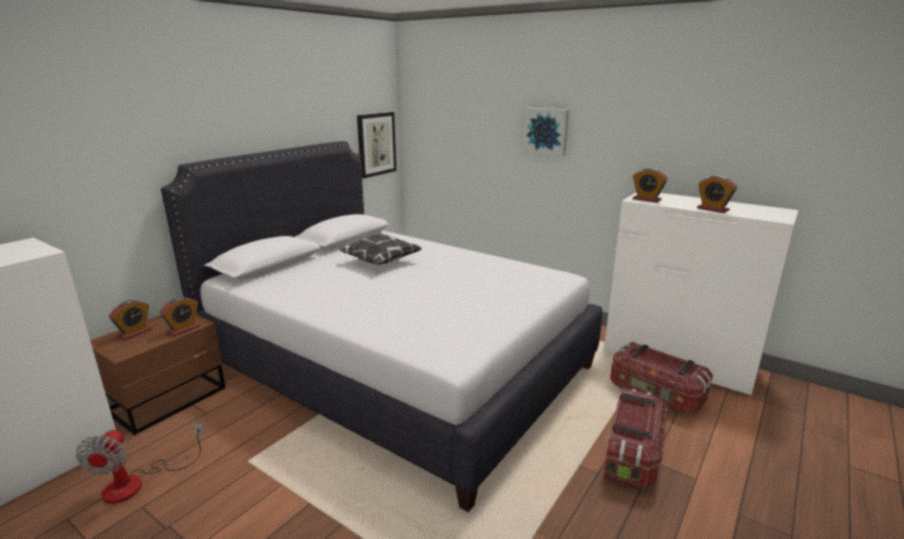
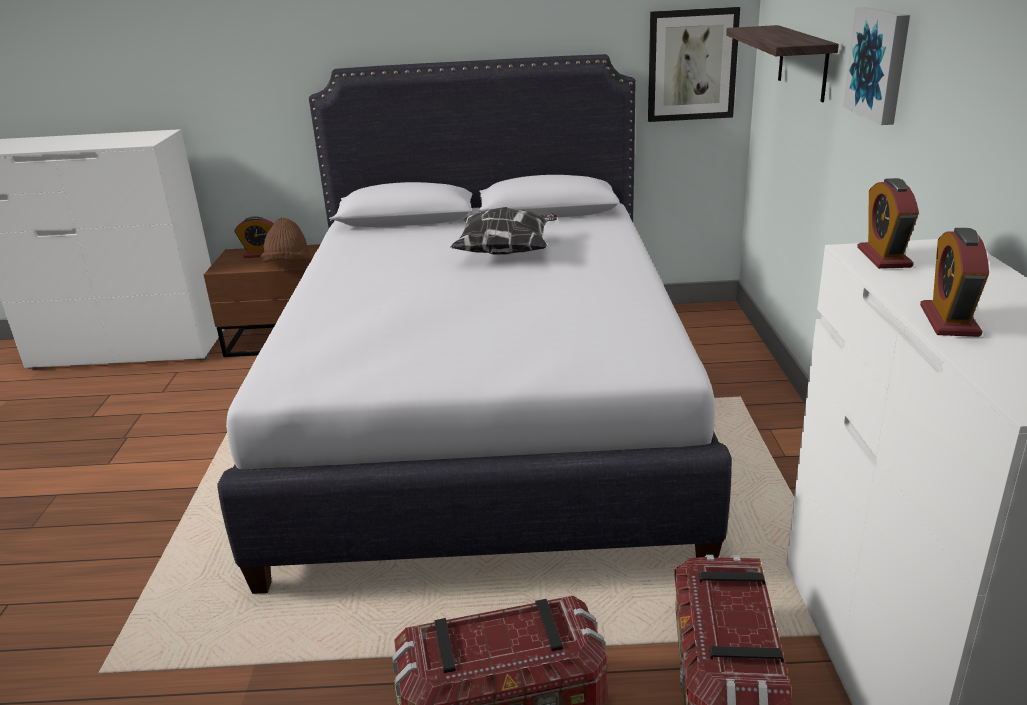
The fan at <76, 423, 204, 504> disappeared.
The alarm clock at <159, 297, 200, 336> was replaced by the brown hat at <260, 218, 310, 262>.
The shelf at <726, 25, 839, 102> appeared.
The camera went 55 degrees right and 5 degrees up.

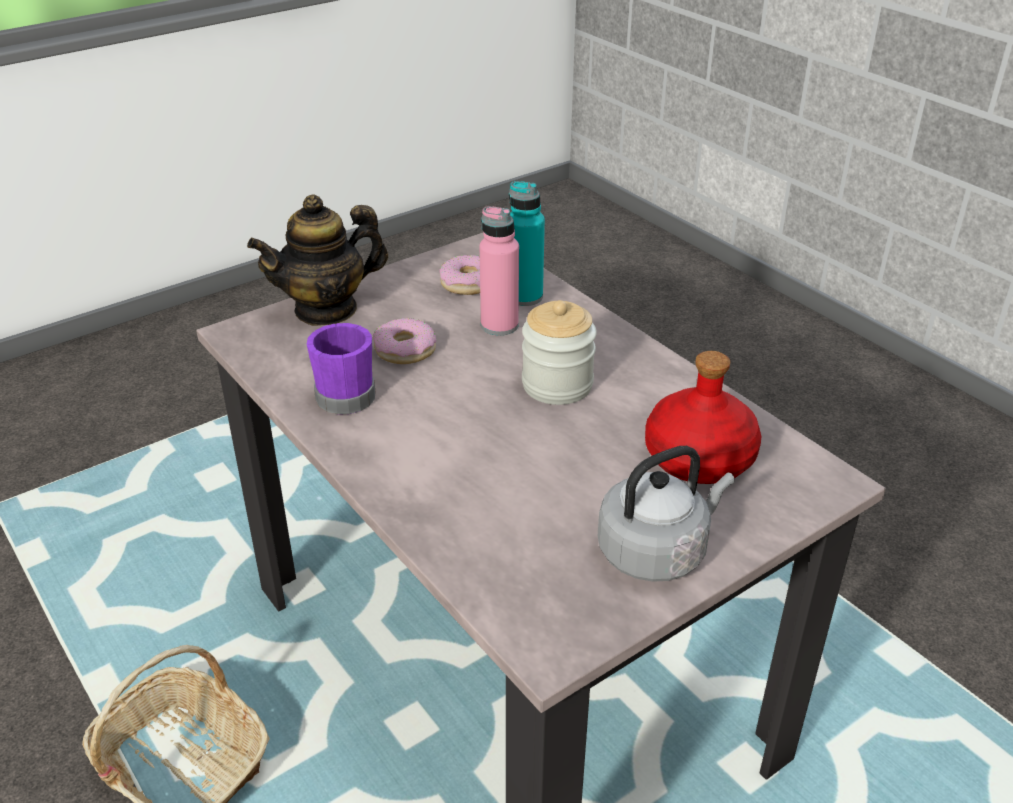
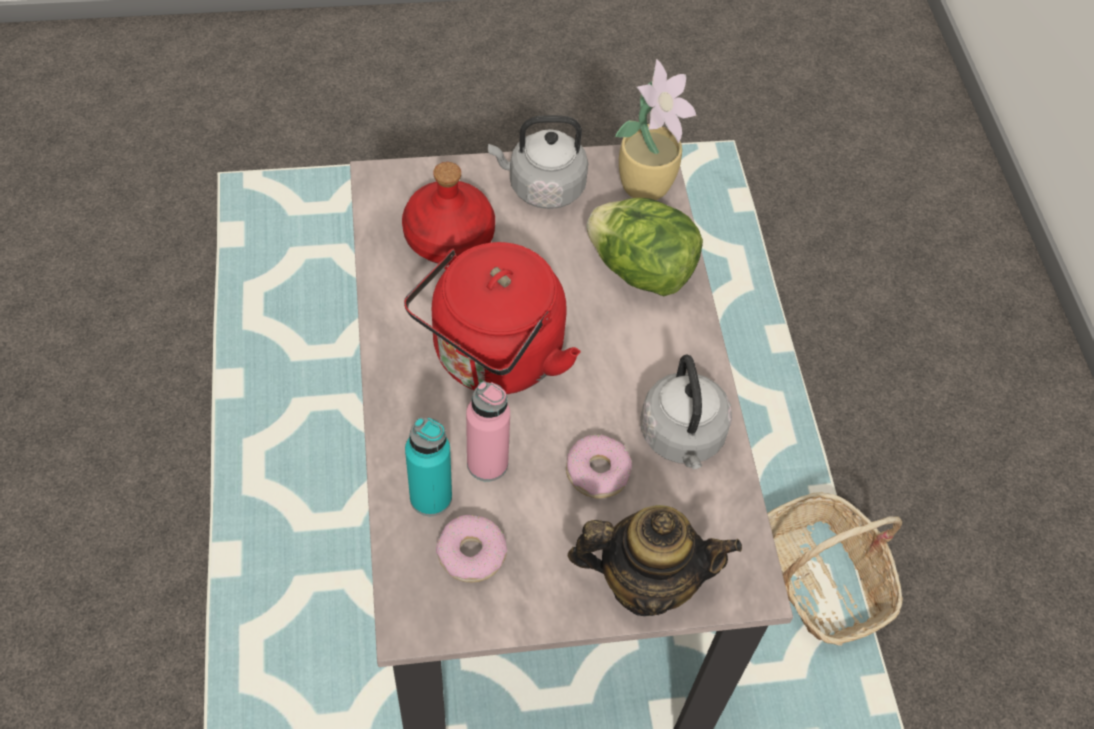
The purple mug at <307, 323, 375, 415> was replaced by the grey kettle at <641, 355, 732, 469>.
The jar at <522, 300, 597, 405> was replaced by the red kettle at <404, 242, 581, 394>.
The lettuce at <586, 198, 703, 296> appeared.
The potted plant at <615, 59, 697, 200> appeared.
The camera went 155 degrees left and 20 degrees up.

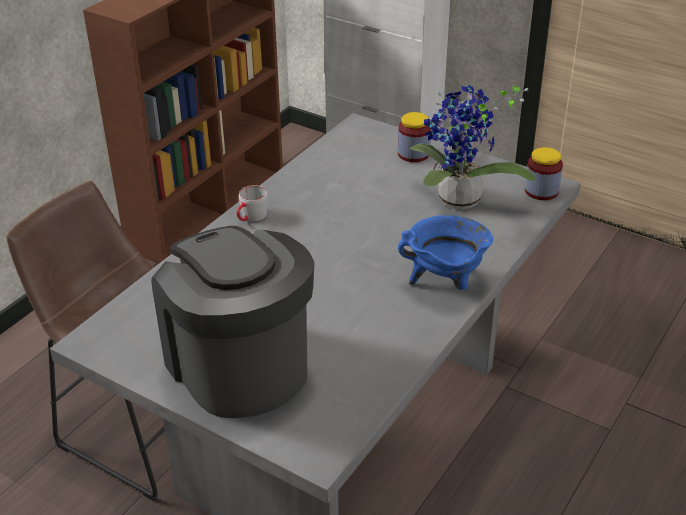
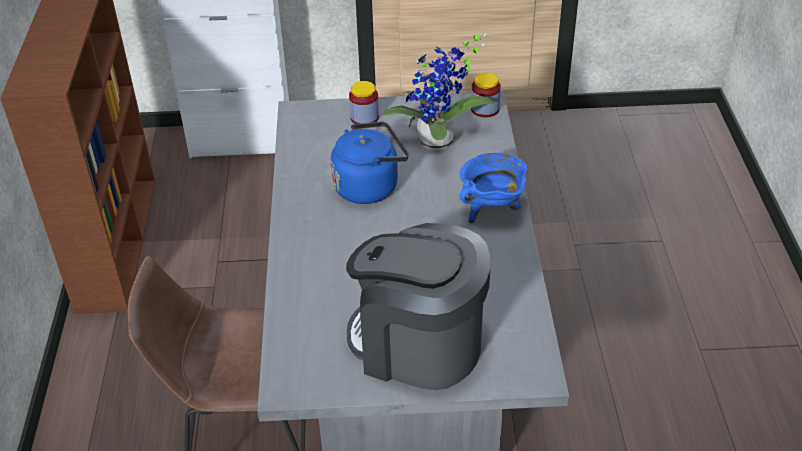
The grey mug at <237, 185, 268, 222> disappeared.
The blue kettle at <331, 121, 409, 204> appeared.
The camera went 35 degrees left and 5 degrees up.

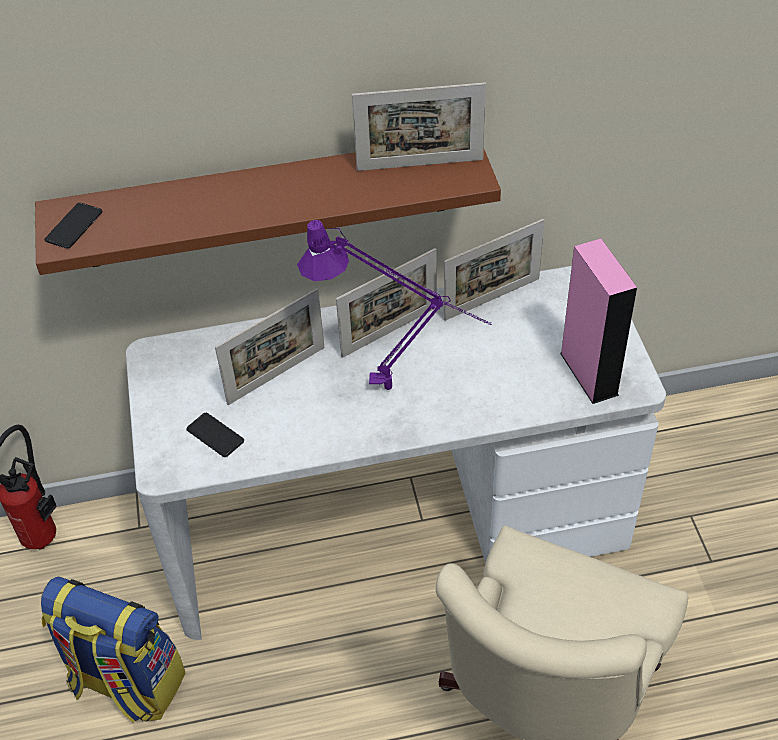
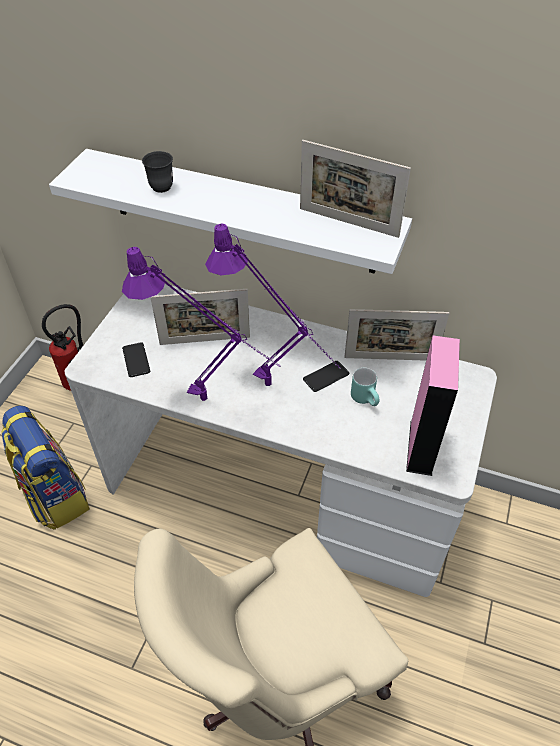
The brown shelf at <35, 150, 501, 275> became the white shelf at <49, 149, 412, 274>.
The phone moved from <44, 203, 103, 248> to <303, 361, 349, 392>.
The picture frame at <336, 248, 436, 358> disappeared.
The purple table lamp at <122, 247, 281, 401> appeared.
The grey mug at <142, 151, 173, 193> appeared.
The turquoise mug at <351, 368, 379, 406> appeared.
The camera went 30 degrees right and 0 degrees up.

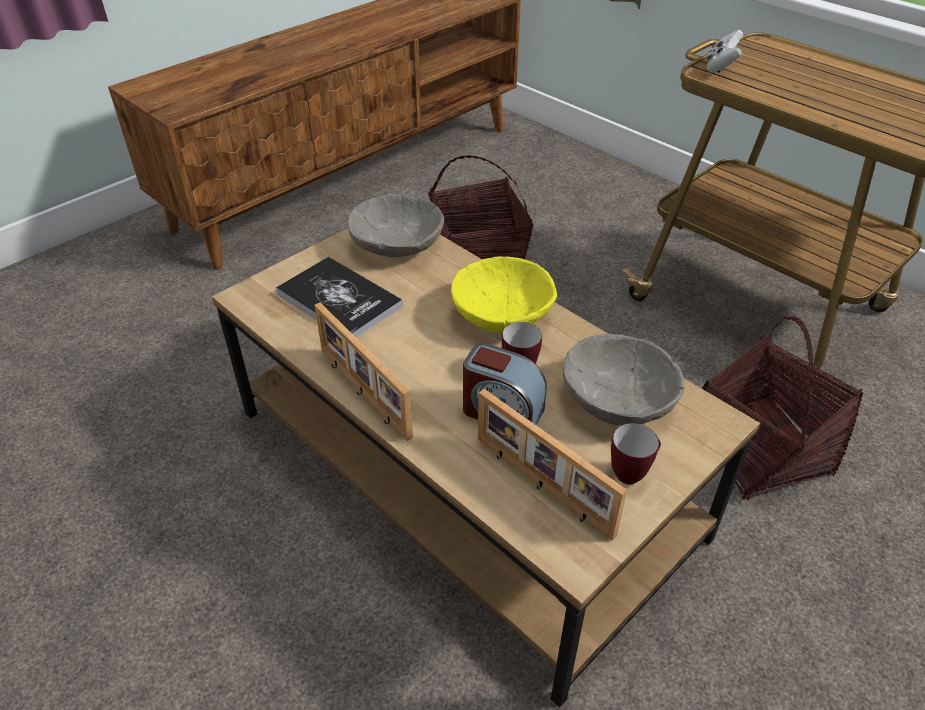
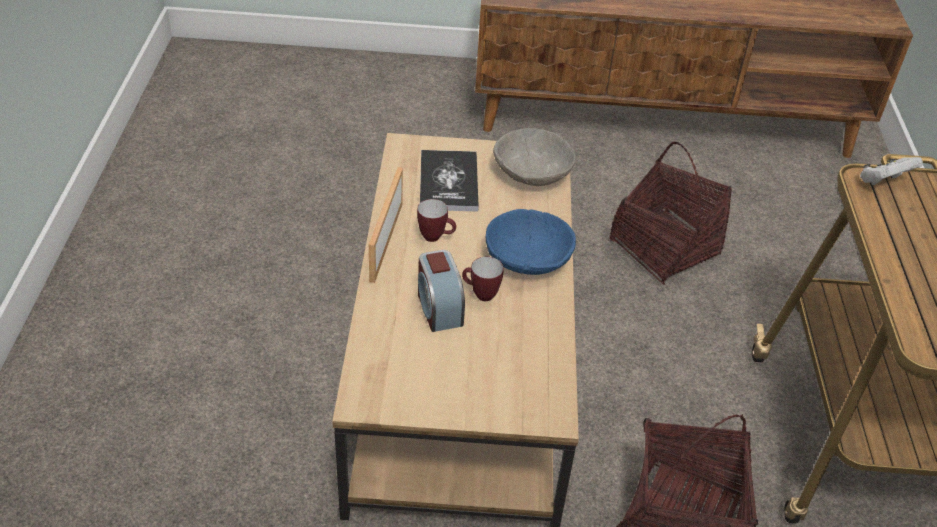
The yellow bowl at <451, 257, 557, 333> became the blue bowl at <486, 209, 576, 275>.
The picture frame at <478, 389, 627, 541> disappeared.
The grey bowl at <563, 334, 685, 426> disappeared.
The mug moved from <611, 423, 661, 484> to <417, 199, 456, 242>.
The camera went 45 degrees right and 0 degrees up.

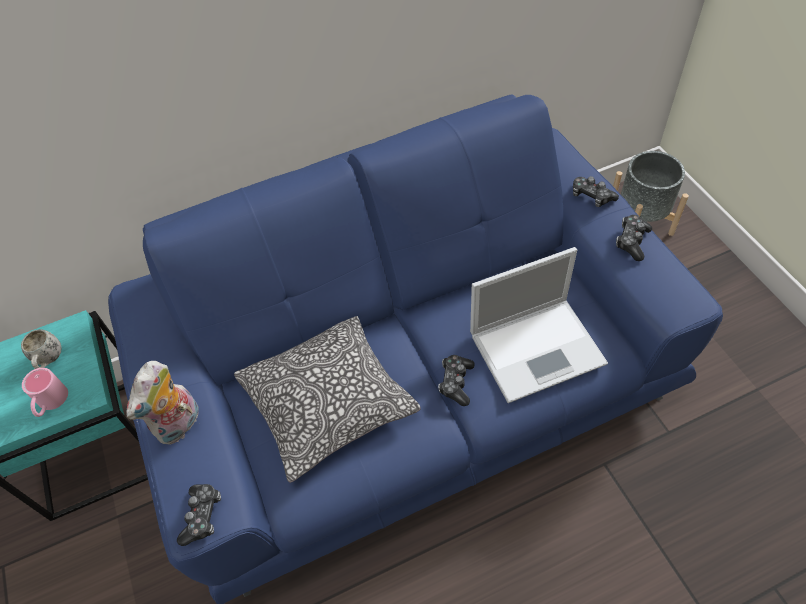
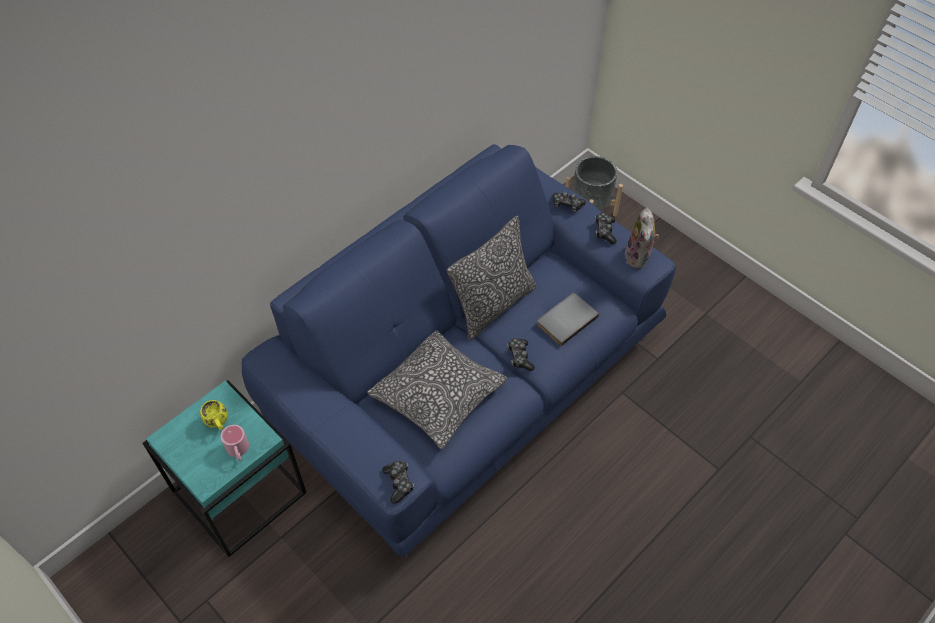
The white mug at <21, 329, 62, 369> became the yellow mug at <200, 400, 228, 430>.
The plush toy moved from <126, 361, 199, 445> to <624, 208, 659, 268>.
The laptop at <470, 247, 608, 403> was replaced by the grey book at <537, 293, 599, 346>.
The pillow at <447, 216, 536, 341> appeared.
The camera went 25 degrees left and 0 degrees up.

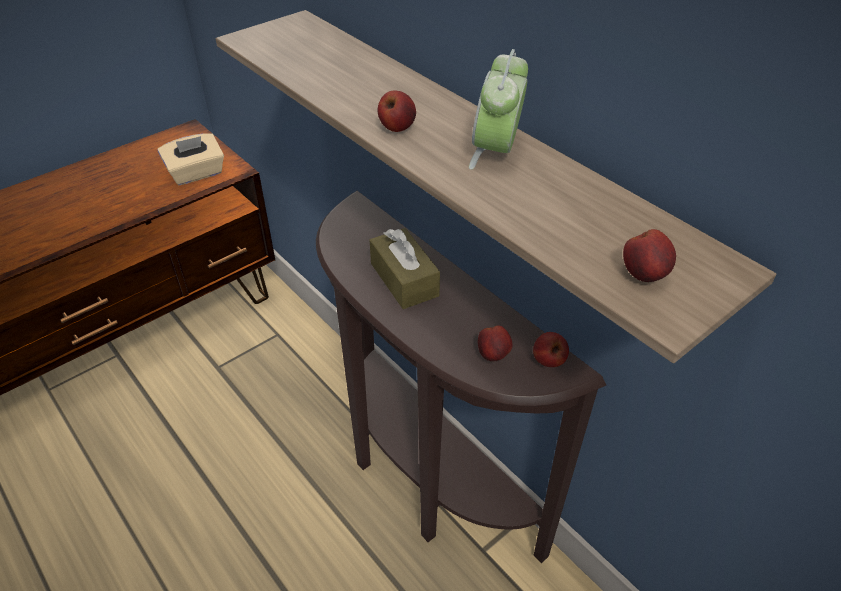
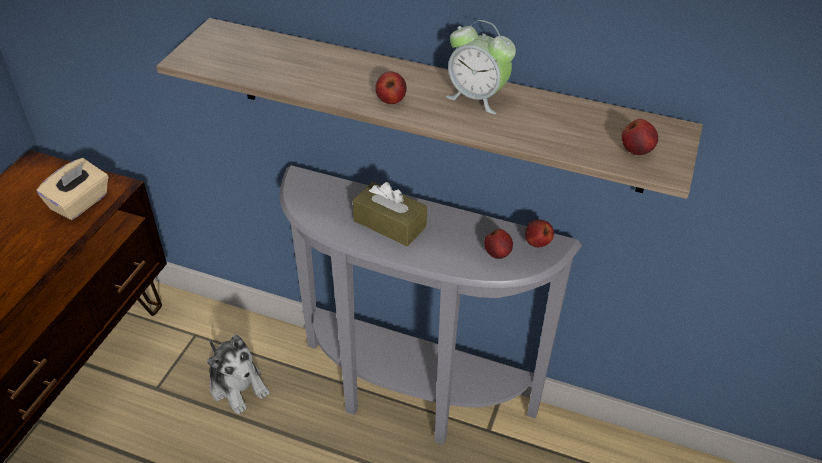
The brown console table at <316, 191, 606, 563> became the grey console table at <279, 165, 582, 445>.
The alarm clock at <469, 49, 528, 170> turned 45 degrees counterclockwise.
The plush toy at <207, 335, 270, 414> appeared.
The camera went 30 degrees left and 0 degrees up.

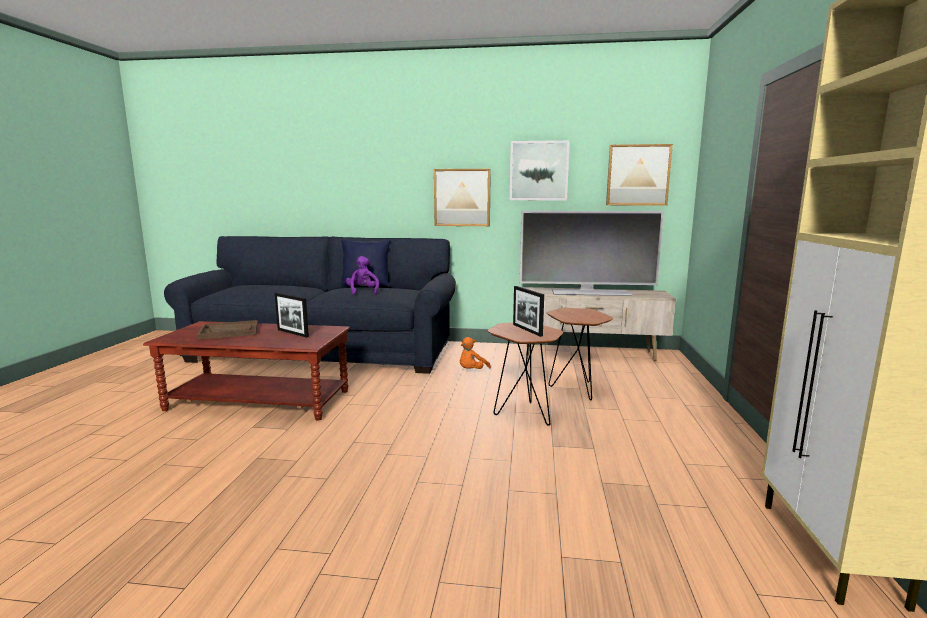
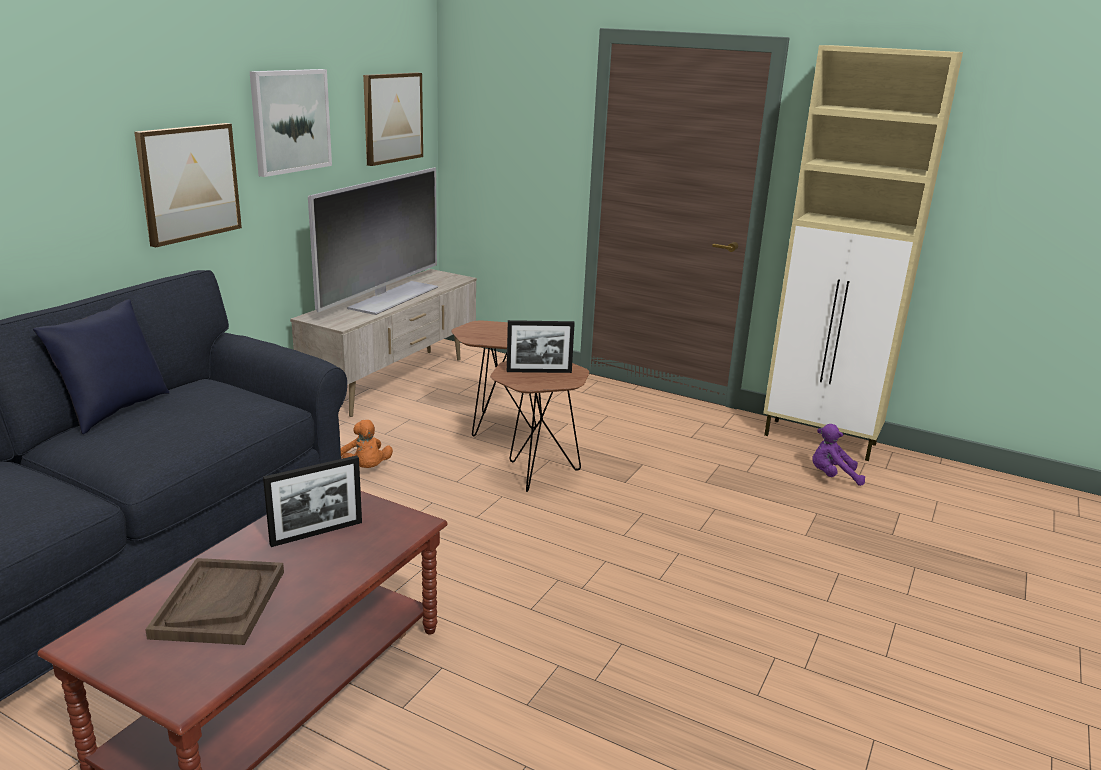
The purple plush toy moved from <346, 256, 379, 295> to <812, 424, 865, 486>.
The camera went 70 degrees left and 10 degrees up.

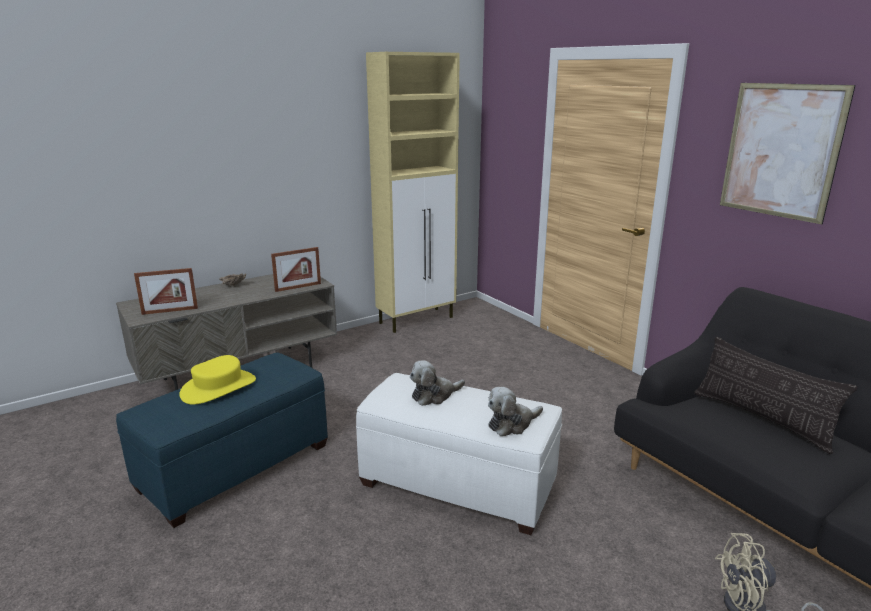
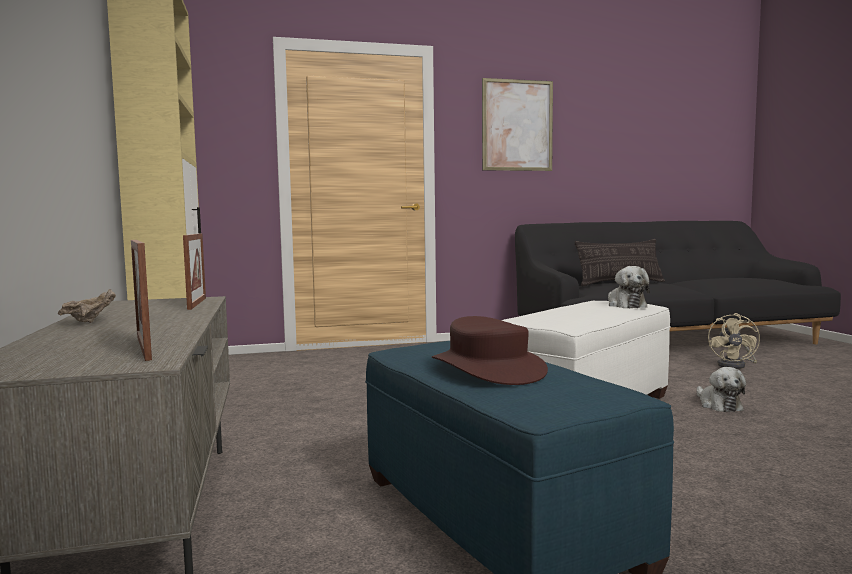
The picture frame at <134, 268, 198, 315> turned 150 degrees clockwise.
The yellow hat at <179, 355, 256, 404> became the brown hat at <432, 316, 548, 385>.
The plush toy moved from <410, 360, 465, 406> to <697, 367, 746, 412>.
The camera went 70 degrees left and 15 degrees down.

